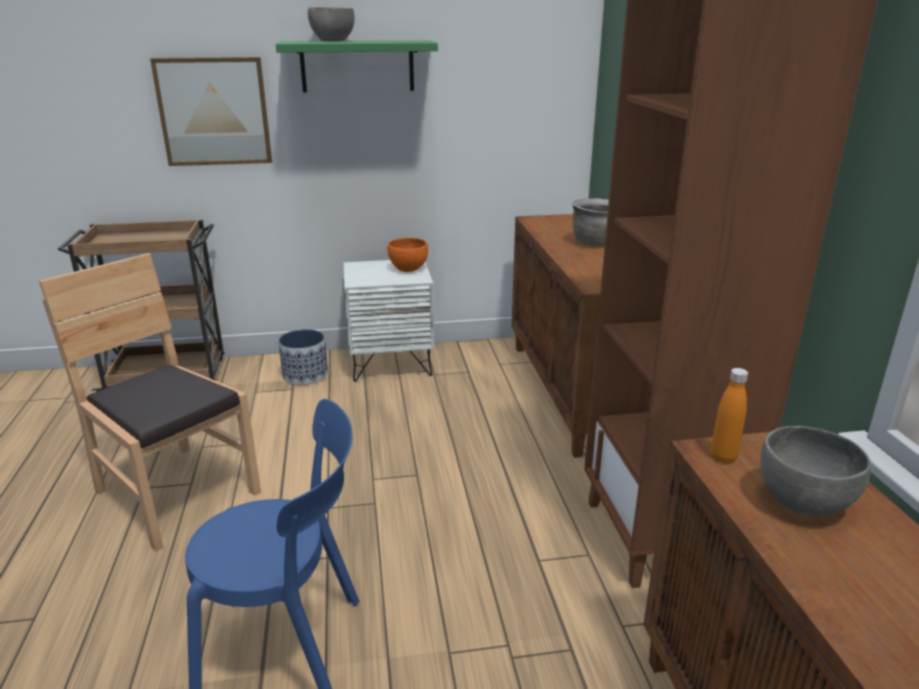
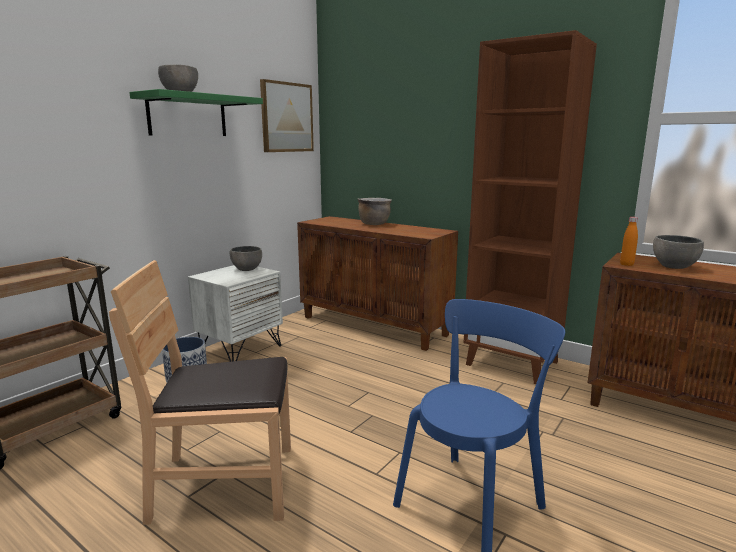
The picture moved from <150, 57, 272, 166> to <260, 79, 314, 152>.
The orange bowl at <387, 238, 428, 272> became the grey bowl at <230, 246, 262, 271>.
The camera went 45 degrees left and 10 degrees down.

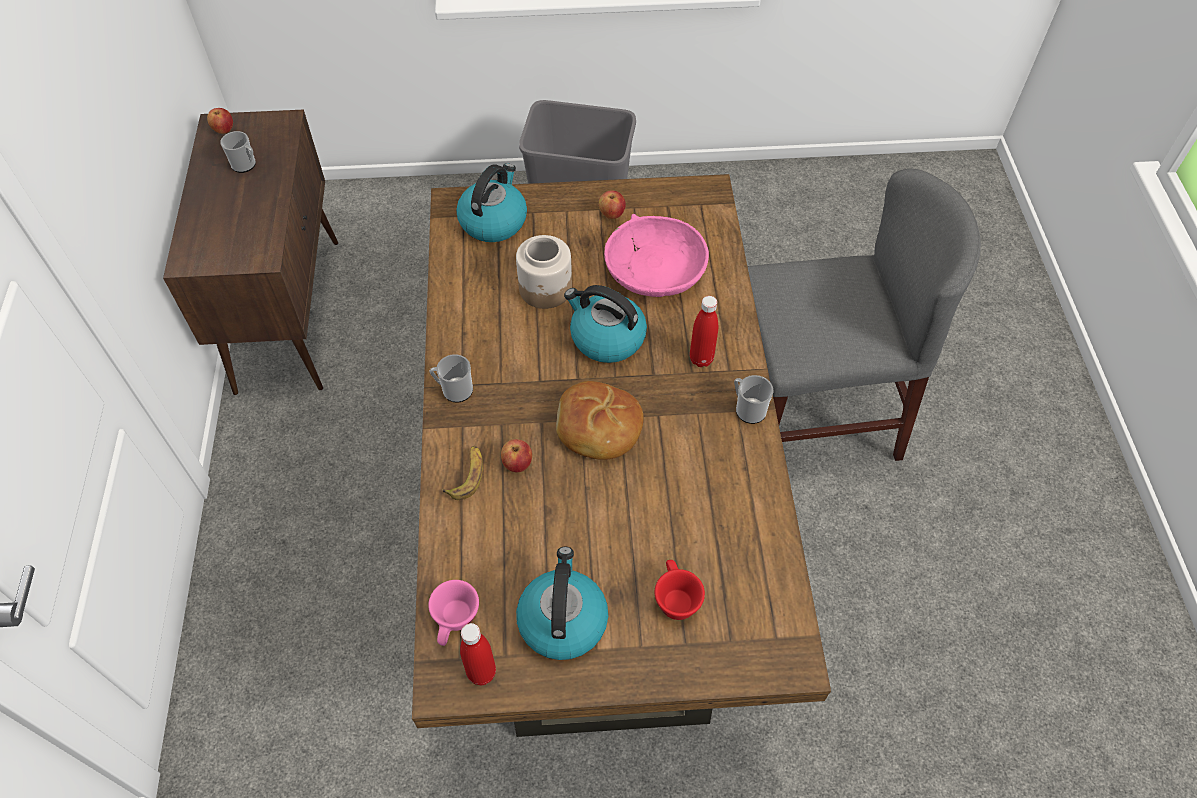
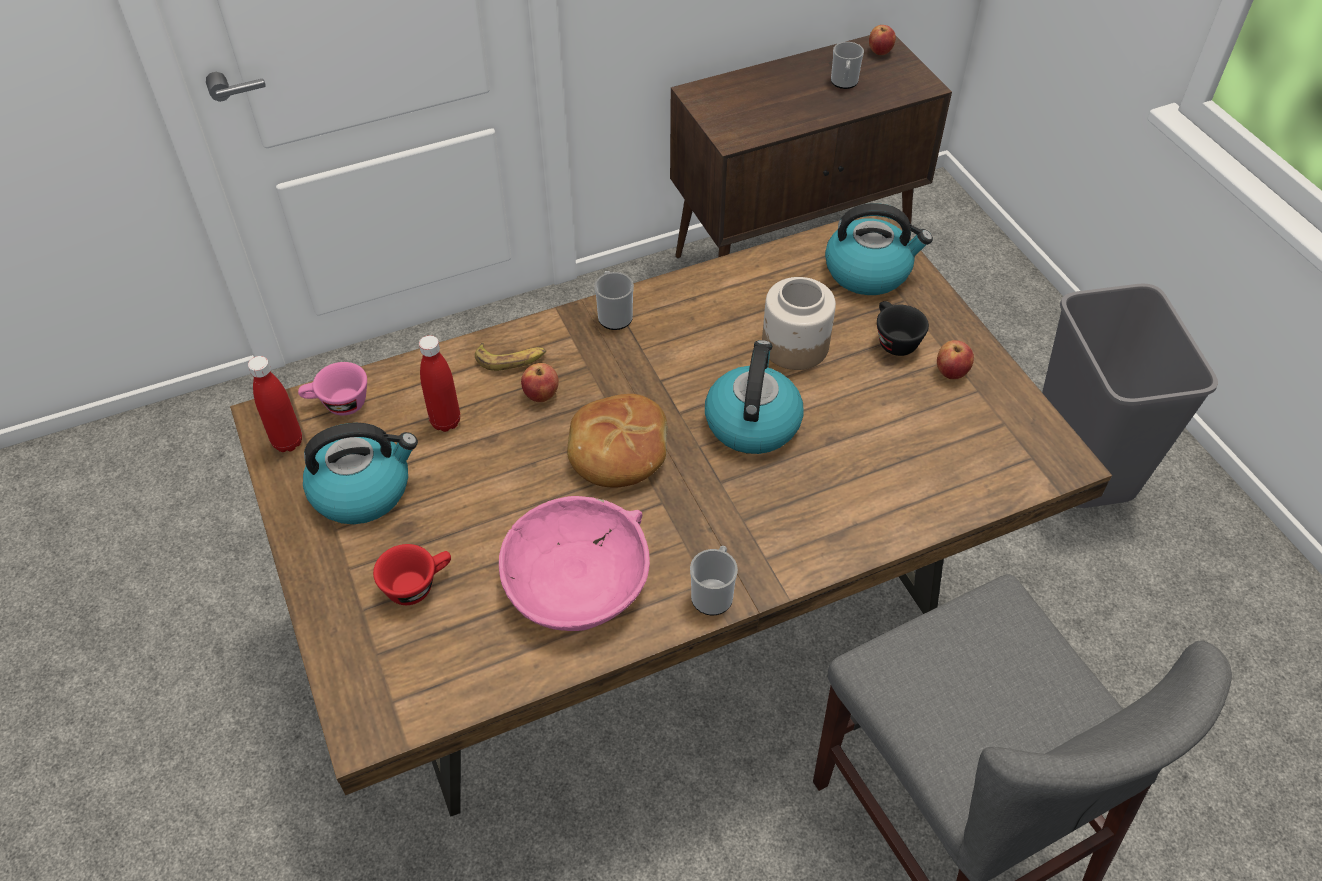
The pink bowl moved from <604, 214, 709, 297> to <499, 496, 650, 631>.
The red bottle moved from <690, 296, 718, 367> to <419, 335, 460, 432>.
The black cup at <877, 301, 929, 356> appeared.
The camera went 70 degrees right and 5 degrees down.

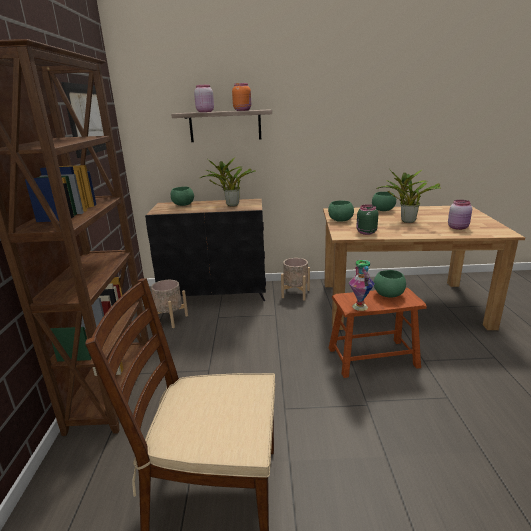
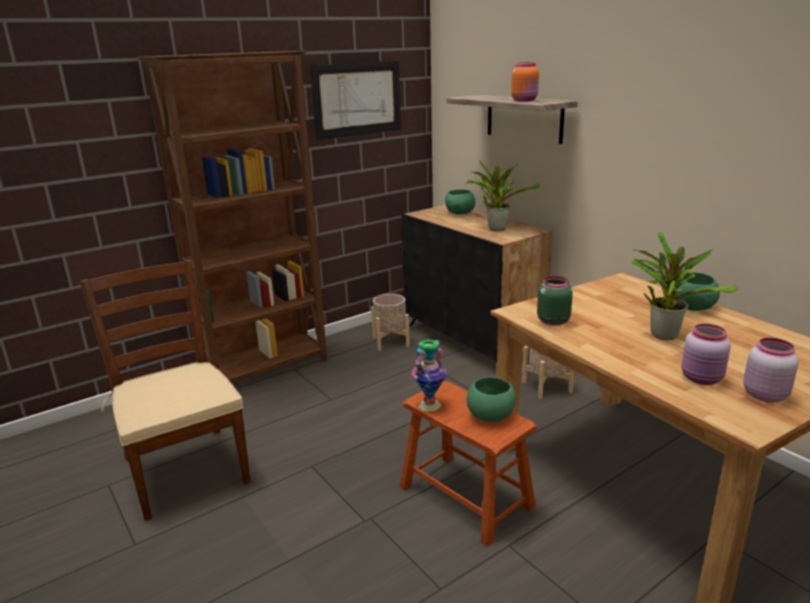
The pink jar moved from <194, 85, 214, 112> to <743, 338, 799, 402>.
The green bowl at <328, 201, 354, 222> disappeared.
The camera went 55 degrees right and 0 degrees up.

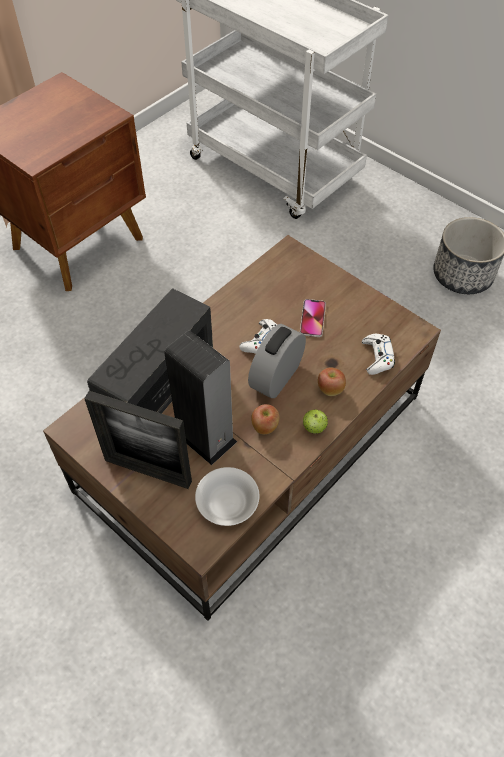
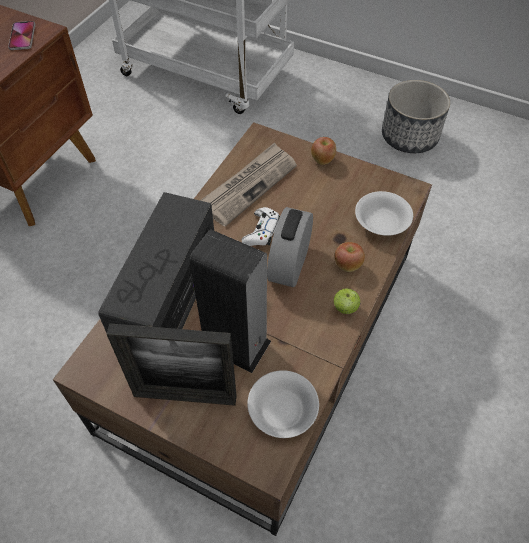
The apple moved from <251, 404, 279, 434> to <311, 137, 336, 165>.
The phone moved from <300, 299, 326, 337> to <8, 21, 35, 50>.
The white game controller at <362, 334, 395, 375> was replaced by the white bowl at <355, 191, 413, 236>.
The newspaper at <200, 142, 297, 227> appeared.
The camera went 15 degrees left and 0 degrees up.

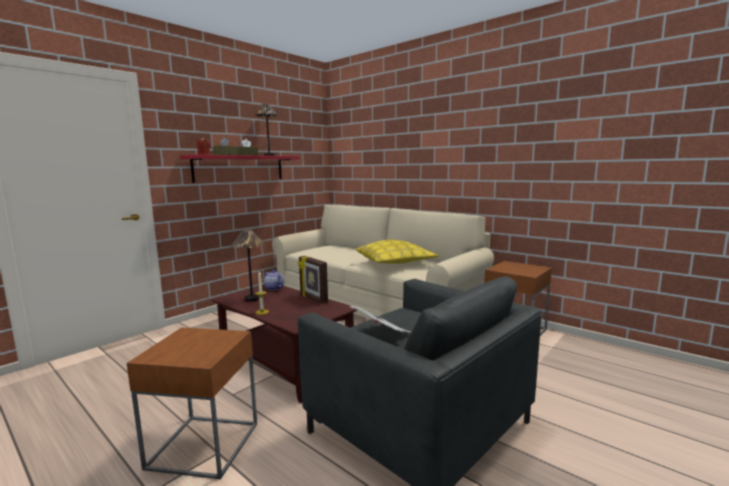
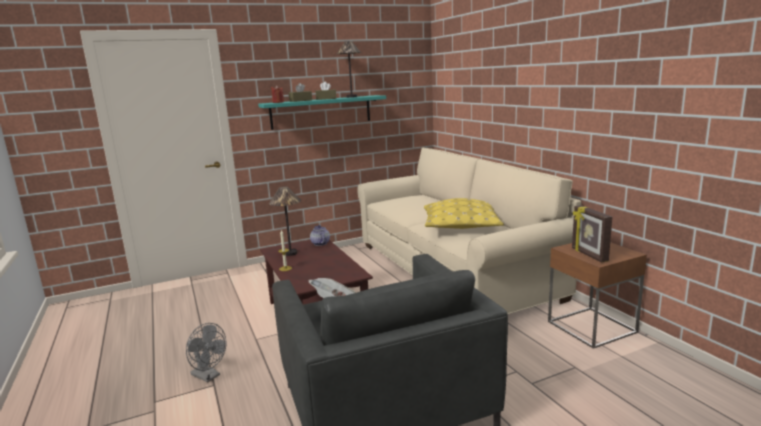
The brown side table at <127, 327, 257, 479> was replaced by the grey fan at <186, 323, 227, 383>.
The red shelf at <180, 154, 300, 183> became the turquoise shelf at <258, 95, 386, 130>.
The picture frame moved from <298, 256, 328, 304> to <572, 205, 612, 262>.
The camera went 25 degrees right and 5 degrees up.

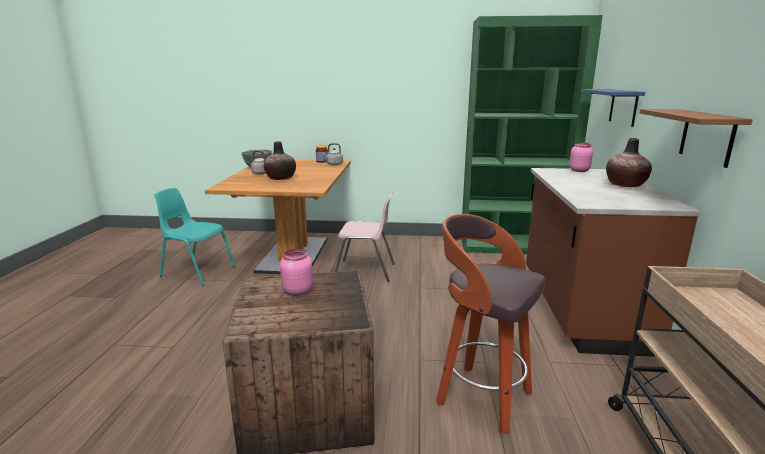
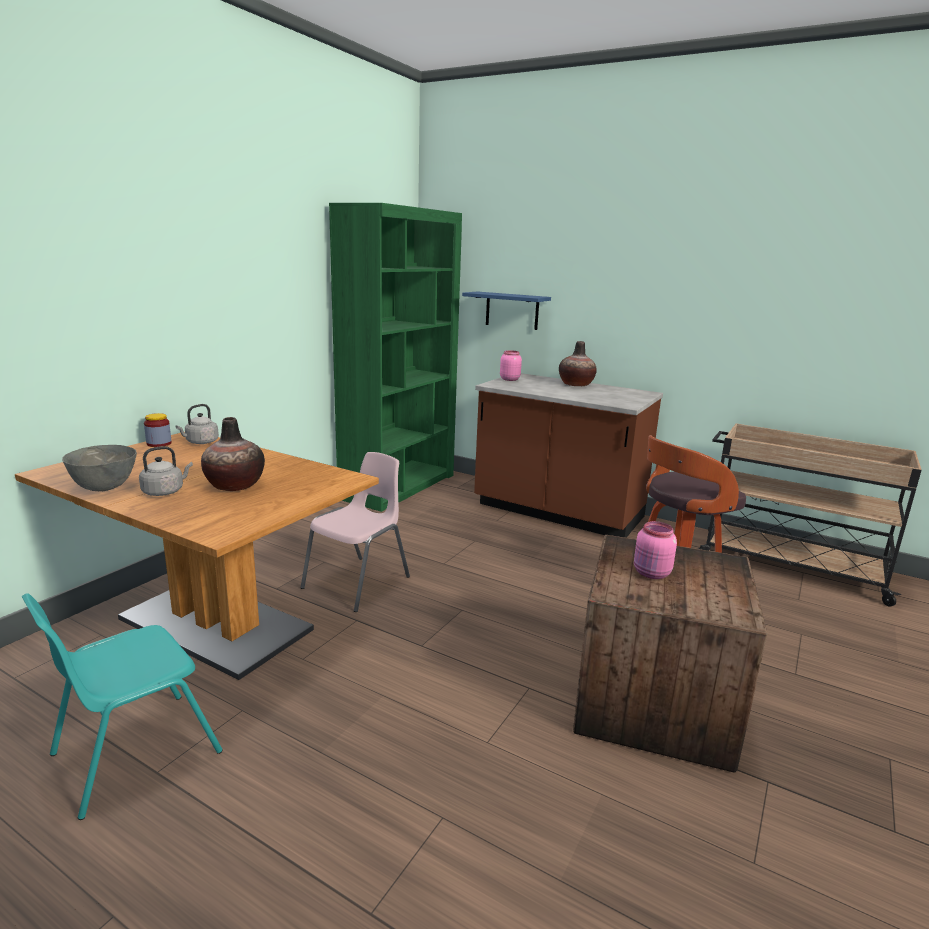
The brown shelf at <640, 109, 753, 168> disappeared.
The camera went 65 degrees left and 0 degrees up.

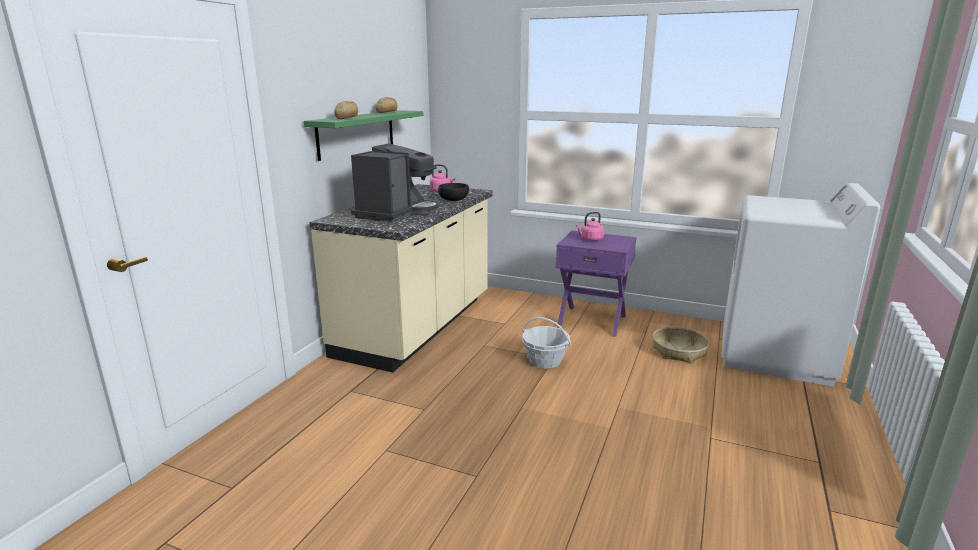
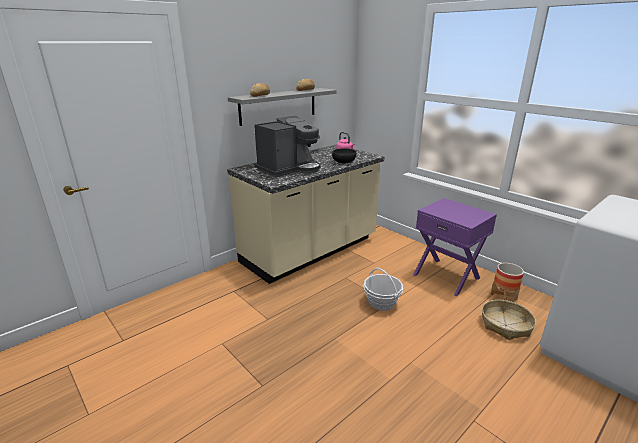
The green shelf at <304, 110, 423, 161> became the grey shelf at <228, 88, 337, 126>.
The pink kettle at <576, 212, 604, 241> disappeared.
The planter at <491, 263, 524, 300> appeared.
The camera went 25 degrees right and 5 degrees up.

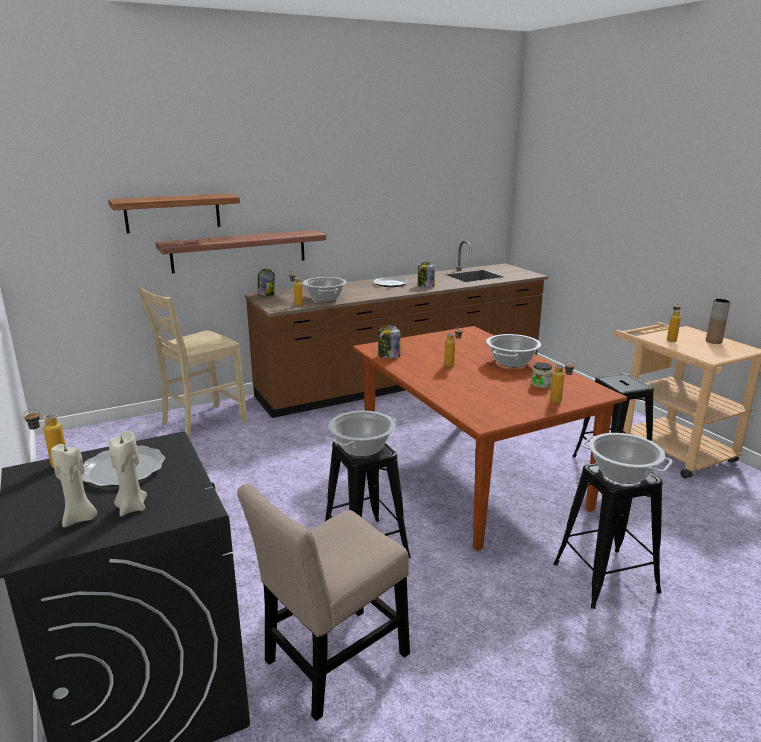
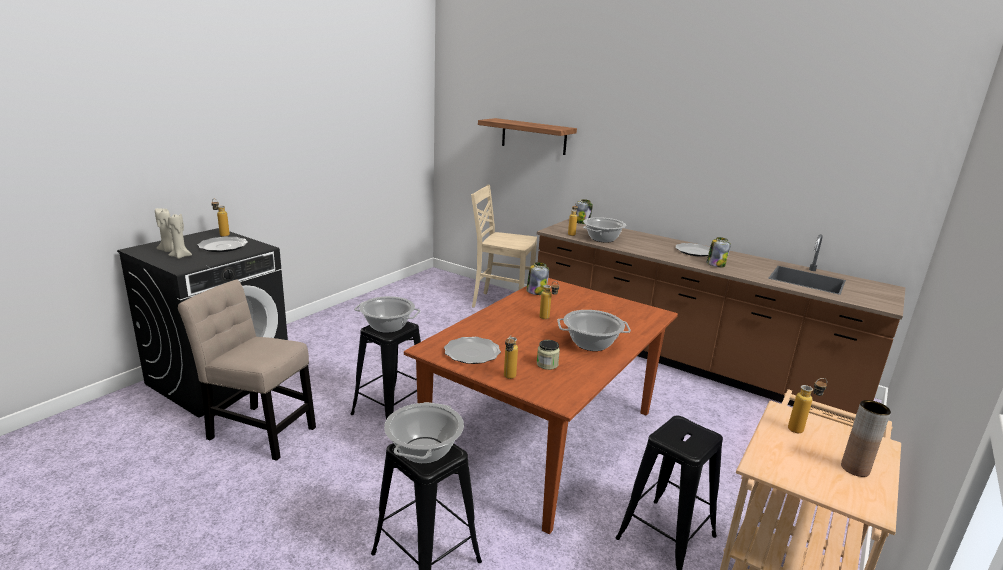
The shelf at <155, 230, 326, 273> disappeared.
The plate at <444, 337, 501, 364> appeared.
The camera went 60 degrees right and 0 degrees up.

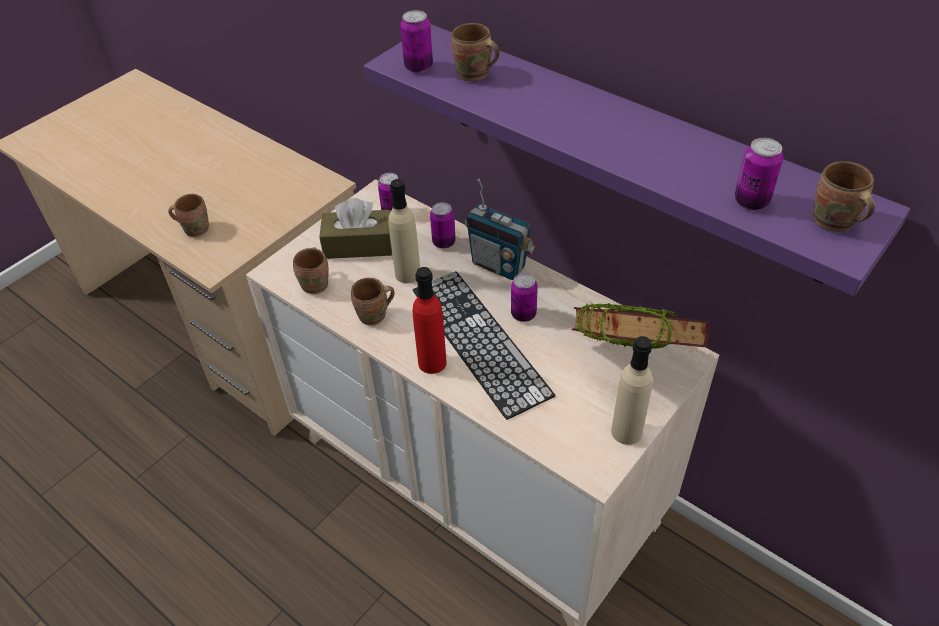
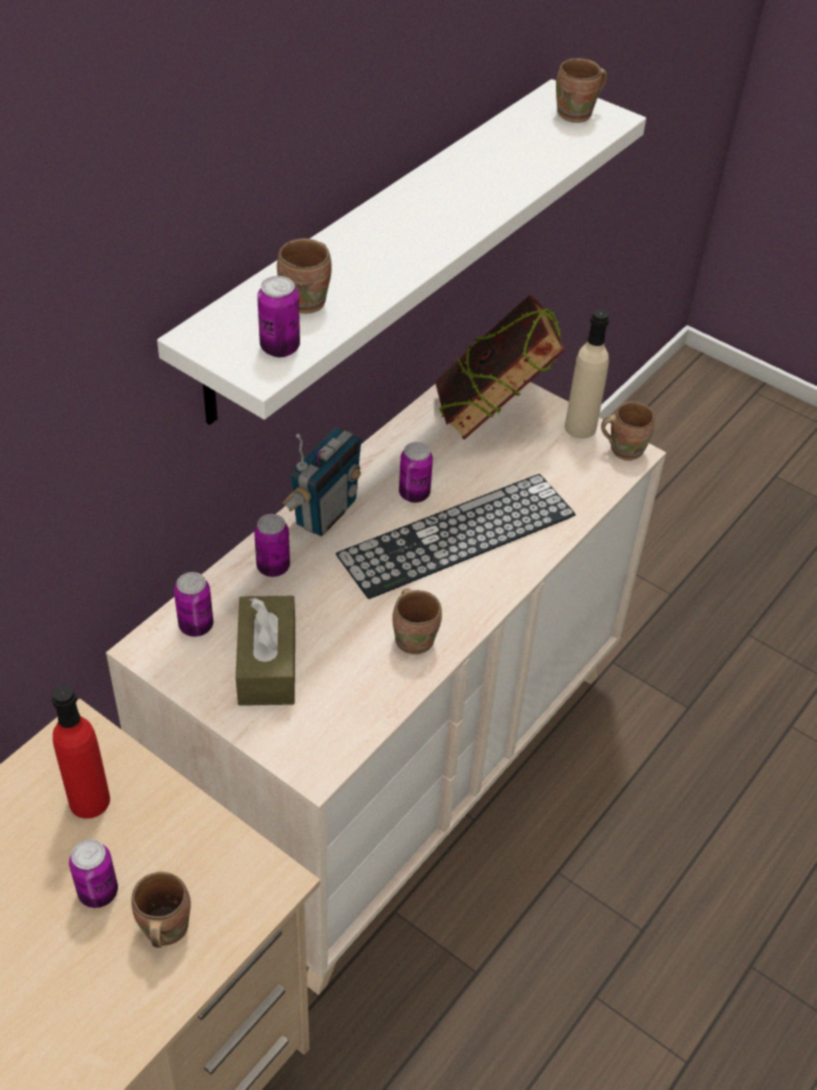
The brown mug moved from <293, 247, 329, 294> to <601, 402, 655, 461>.
The purple shelf at <364, 24, 910, 296> became the white shelf at <157, 79, 646, 425>.
The beige bottle at <388, 179, 420, 283> disappeared.
The red bottle moved from <413, 267, 447, 374> to <52, 685, 110, 819>.
The can moved from <735, 138, 783, 210> to <69, 839, 118, 908>.
The camera went 95 degrees left and 0 degrees up.

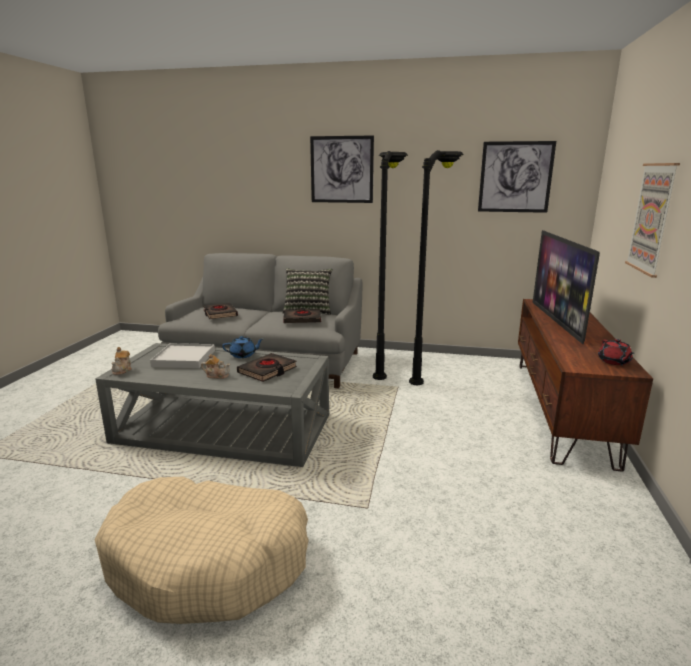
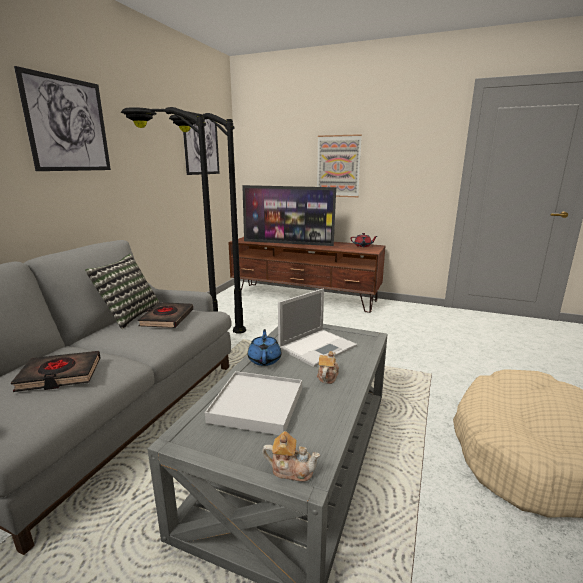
The black book at <237, 353, 297, 382> was replaced by the laptop at <278, 289, 357, 367>.
The camera went 80 degrees left and 0 degrees up.

